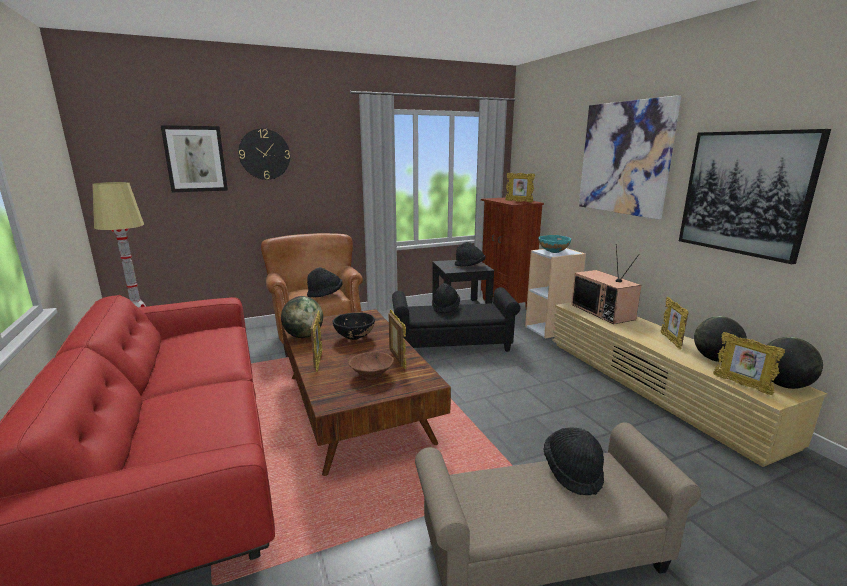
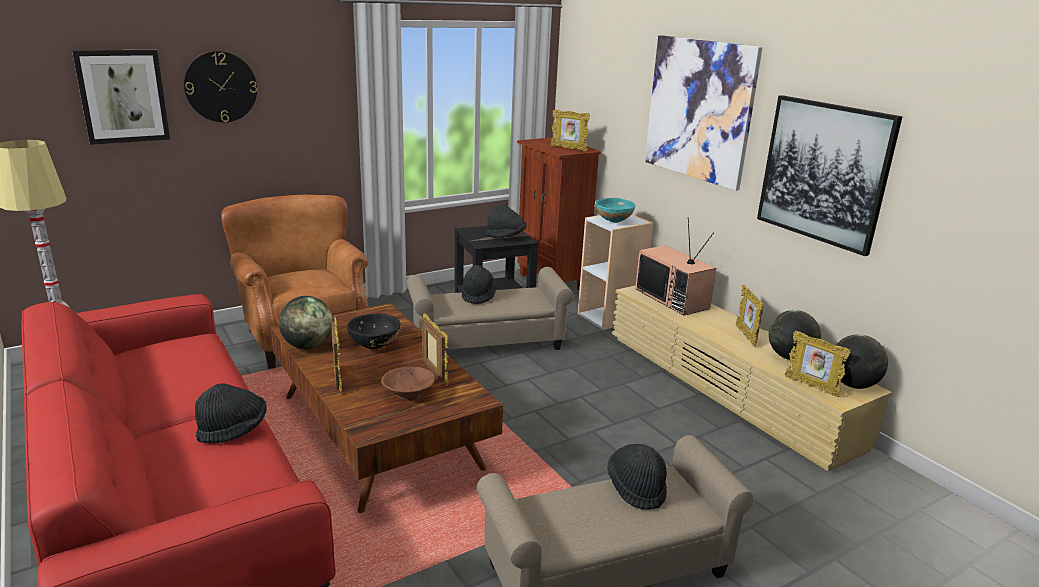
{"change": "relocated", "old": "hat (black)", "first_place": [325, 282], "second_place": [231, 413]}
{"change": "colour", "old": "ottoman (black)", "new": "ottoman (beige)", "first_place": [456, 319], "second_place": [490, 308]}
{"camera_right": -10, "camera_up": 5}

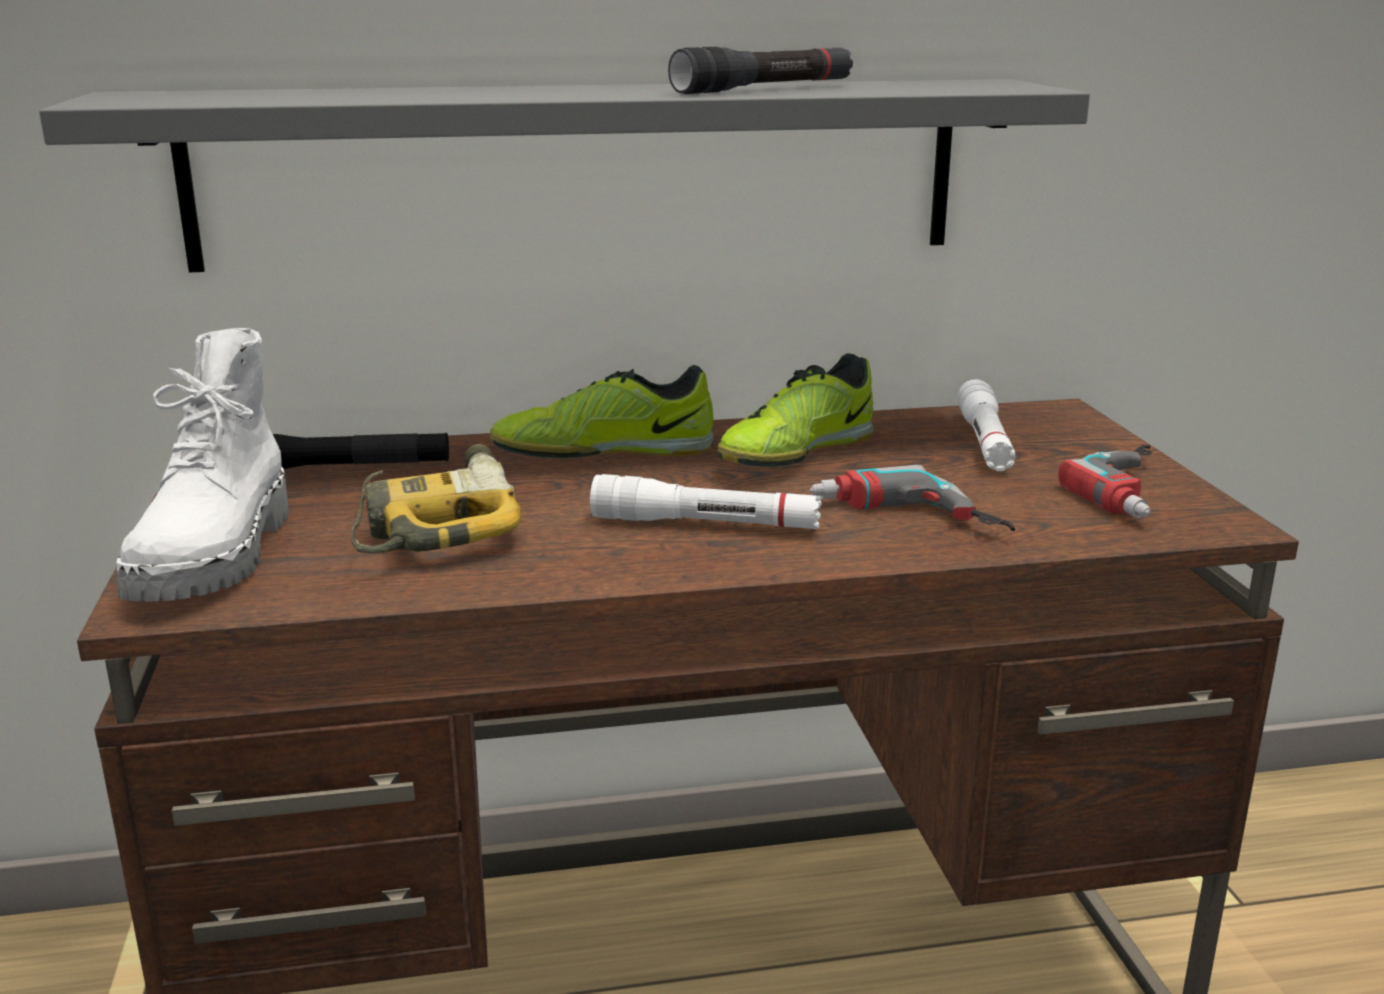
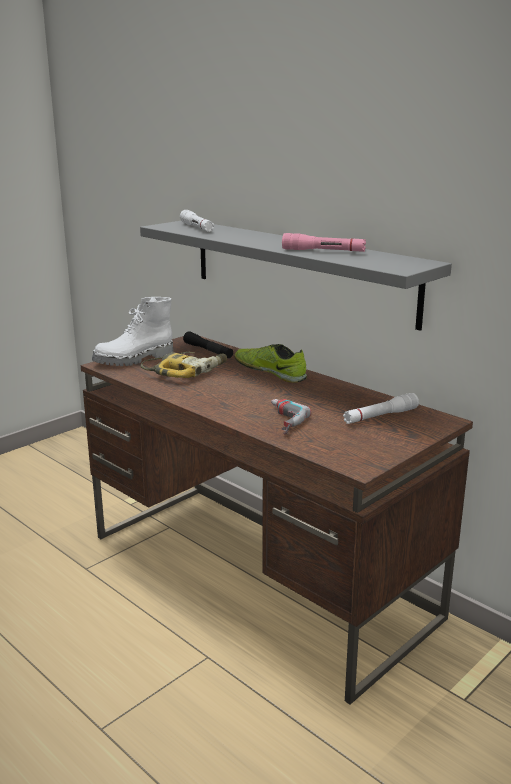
{"change": "missing", "old": "shoe", "first_place": [795, 410]}
{"change": "missing", "old": "power drill", "first_place": [1105, 481]}
{"change": "relocated", "old": "flashlight (white)", "first_place": [706, 501], "second_place": [197, 221]}
{"change": "colour", "old": "flashlight (black)", "new": "flashlight (pink)", "first_place": [760, 70], "second_place": [324, 242]}
{"camera_right": 55, "camera_up": 0}

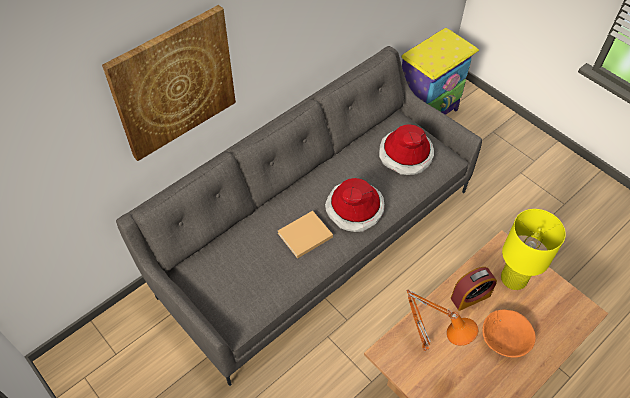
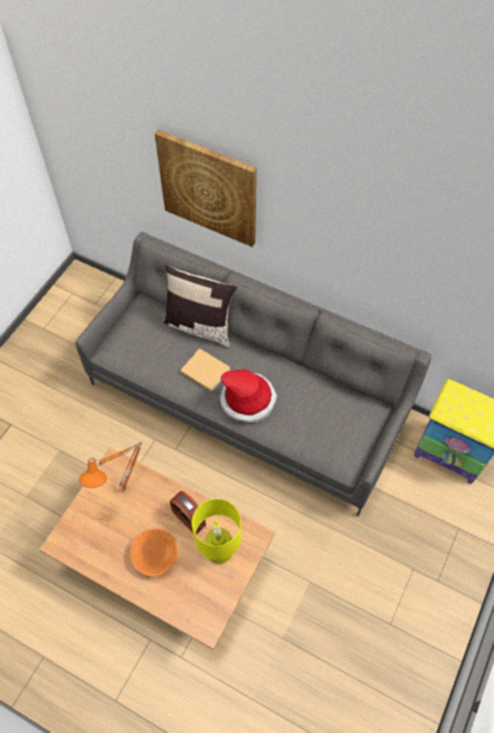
{"change": "missing", "old": "hat", "first_place": [406, 149]}
{"change": "appeared", "new": "pillow", "second_place": [200, 306]}
{"camera_right": 70, "camera_up": 5}

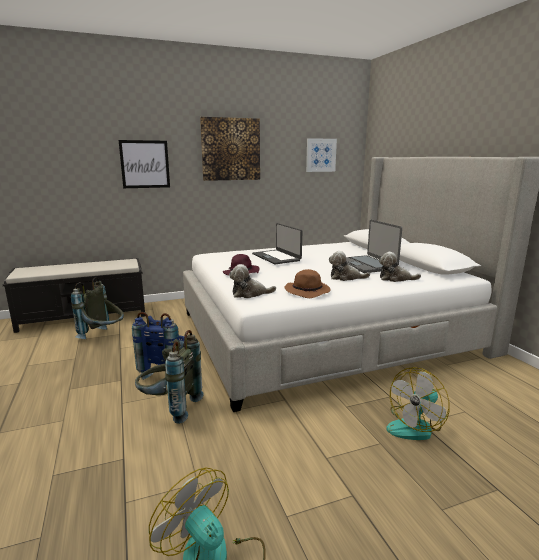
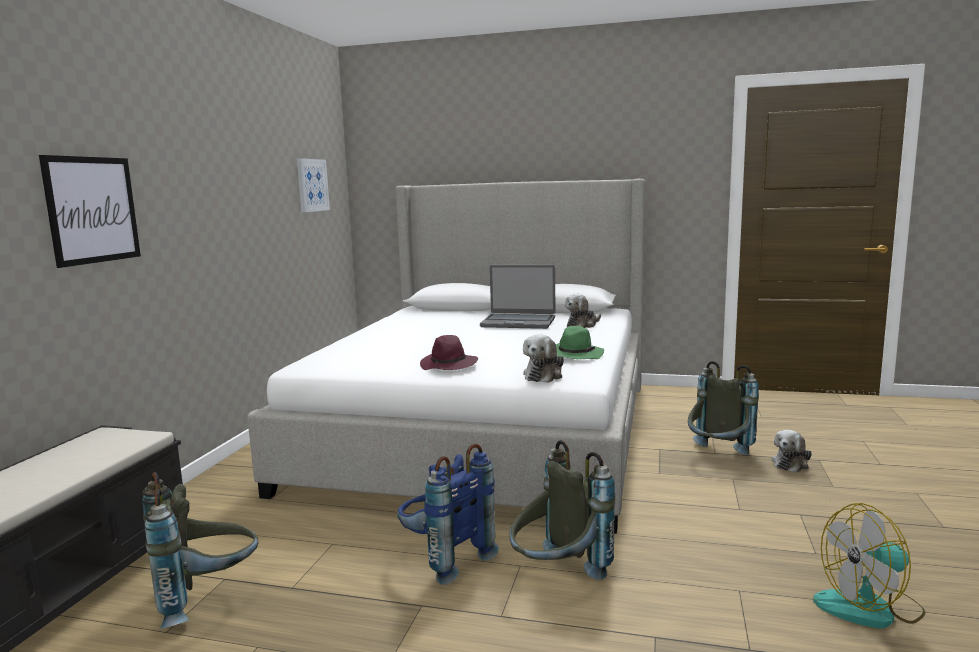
{"change": "missing", "old": "picture", "first_place": [230, 149]}
{"change": "missing", "old": "laptop", "first_place": [277, 243]}
{"change": "relocated", "old": "plush toy", "first_place": [349, 266], "second_place": [792, 451]}
{"change": "exchanged", "old": "fan", "new": "backpack (grey)", "first_place": [418, 403], "second_place": [723, 408]}
{"change": "colour", "old": "hat (brown)", "new": "hat (green)", "first_place": [307, 283], "second_place": [580, 342]}
{"camera_right": -55, "camera_up": -5}

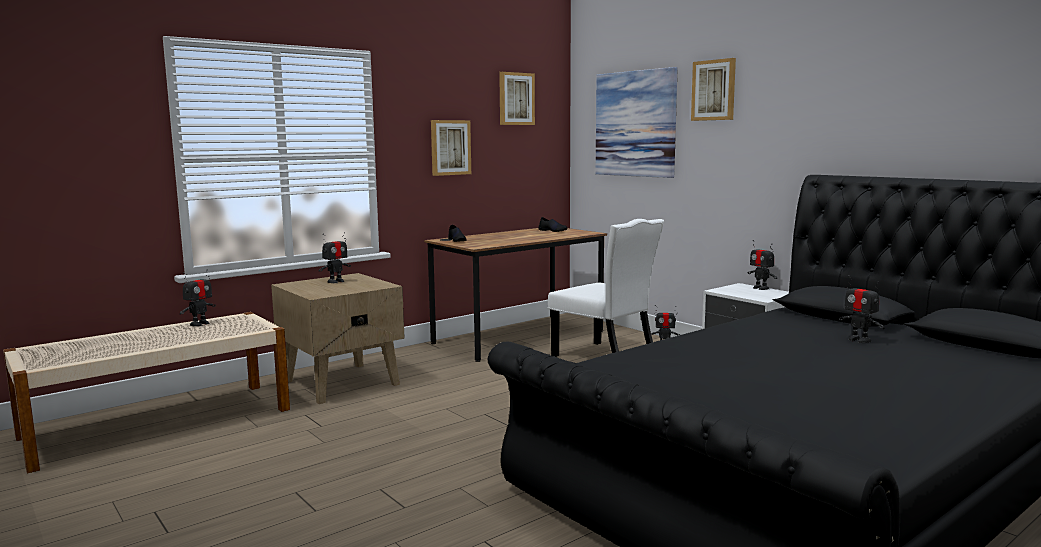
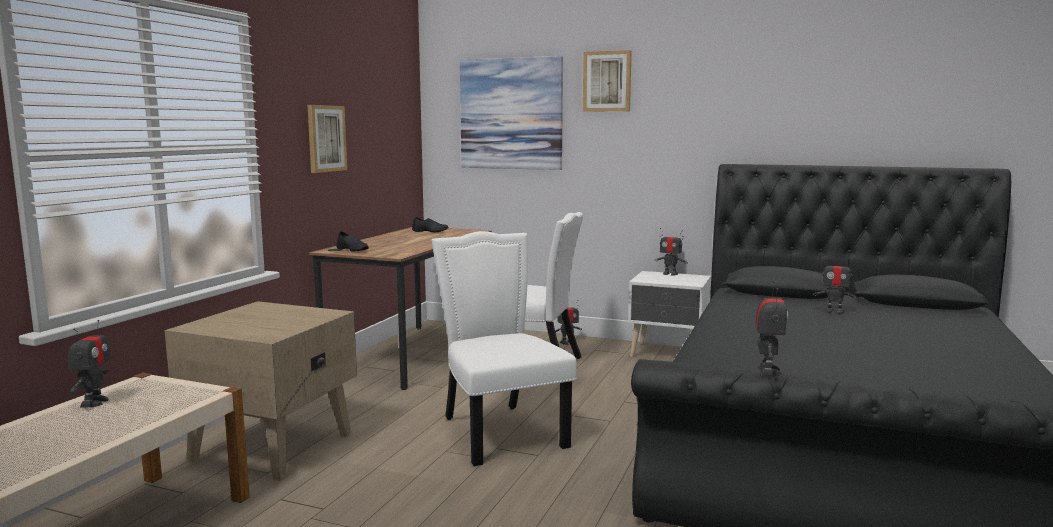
{"change": "missing", "old": "picture", "first_place": [517, 98]}
{"change": "appeared", "new": "chair (white)", "second_place": [504, 348]}
{"change": "relocated", "old": "toy robot", "first_place": [334, 258], "second_place": [771, 328]}
{"camera_right": -30, "camera_up": 0}

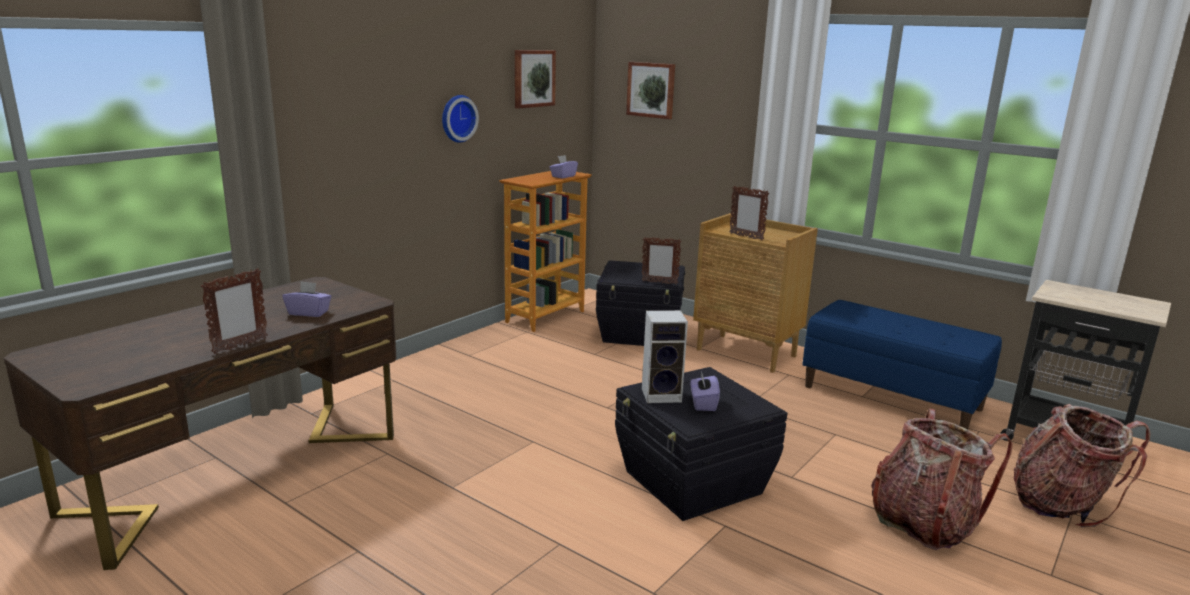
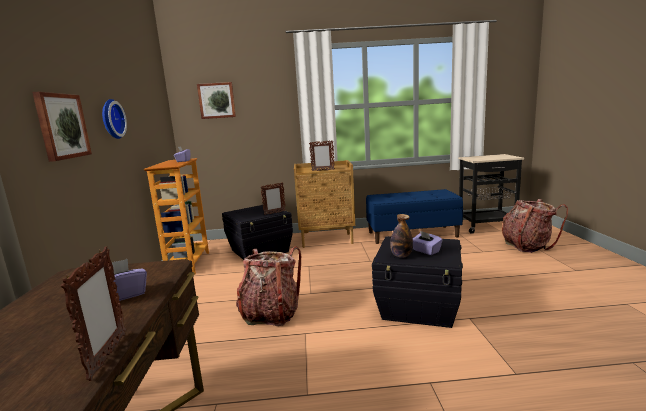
{"change": "relocated", "old": "picture", "first_place": [535, 79], "second_place": [62, 127]}
{"change": "relocated", "old": "backpack", "first_place": [942, 479], "second_place": [268, 286]}
{"change": "exchanged", "old": "speaker", "new": "bottle", "first_place": [665, 356], "second_place": [401, 236]}
{"camera_right": -40, "camera_up": -5}

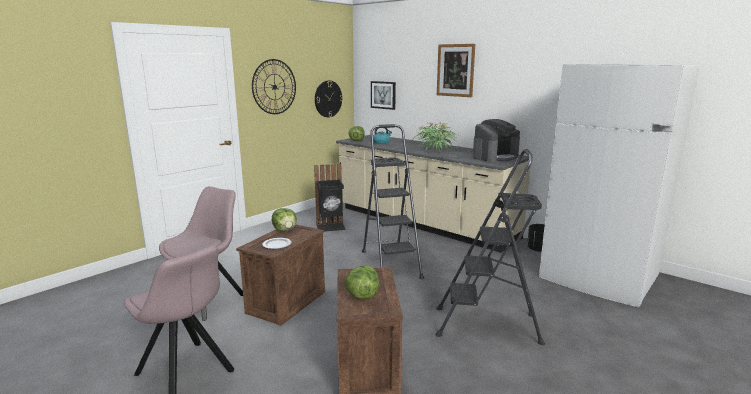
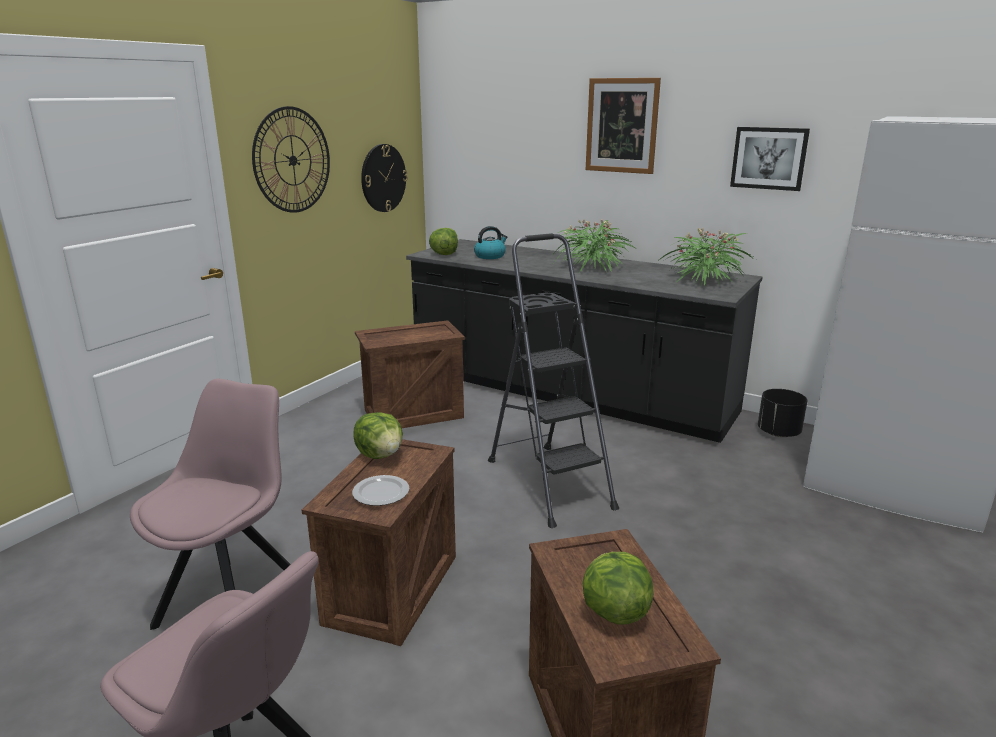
{"change": "missing", "old": "step ladder", "first_place": [490, 247]}
{"change": "relocated", "old": "picture", "first_place": [383, 95], "second_place": [770, 159]}
{"change": "exchanged", "old": "trash can (black)", "new": "crate", "first_place": [330, 198], "second_place": [410, 374]}
{"change": "exchanged", "old": "coffee machine", "new": "potted plant", "first_place": [496, 140], "second_place": [706, 257]}
{"change": "colour", "old": "counter (beige)", "new": "counter (black)", "first_place": [433, 194], "second_place": [584, 341]}
{"camera_right": -10, "camera_up": 5}

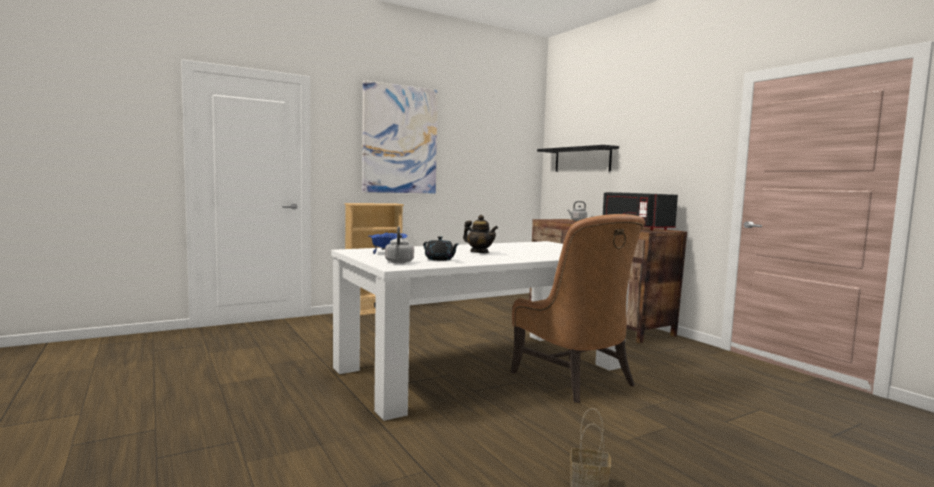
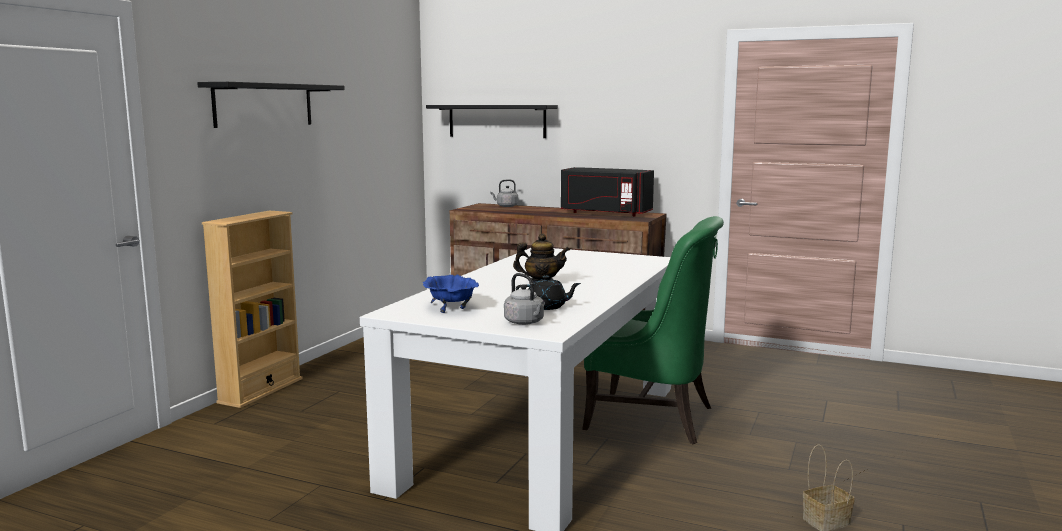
{"change": "exchanged", "old": "picture", "new": "shelf (black)", "first_place": [400, 136], "second_place": [271, 105]}
{"change": "colour", "old": "chair (brown)", "new": "chair (green)", "first_place": [577, 308], "second_place": [653, 330]}
{"camera_right": -35, "camera_up": 5}

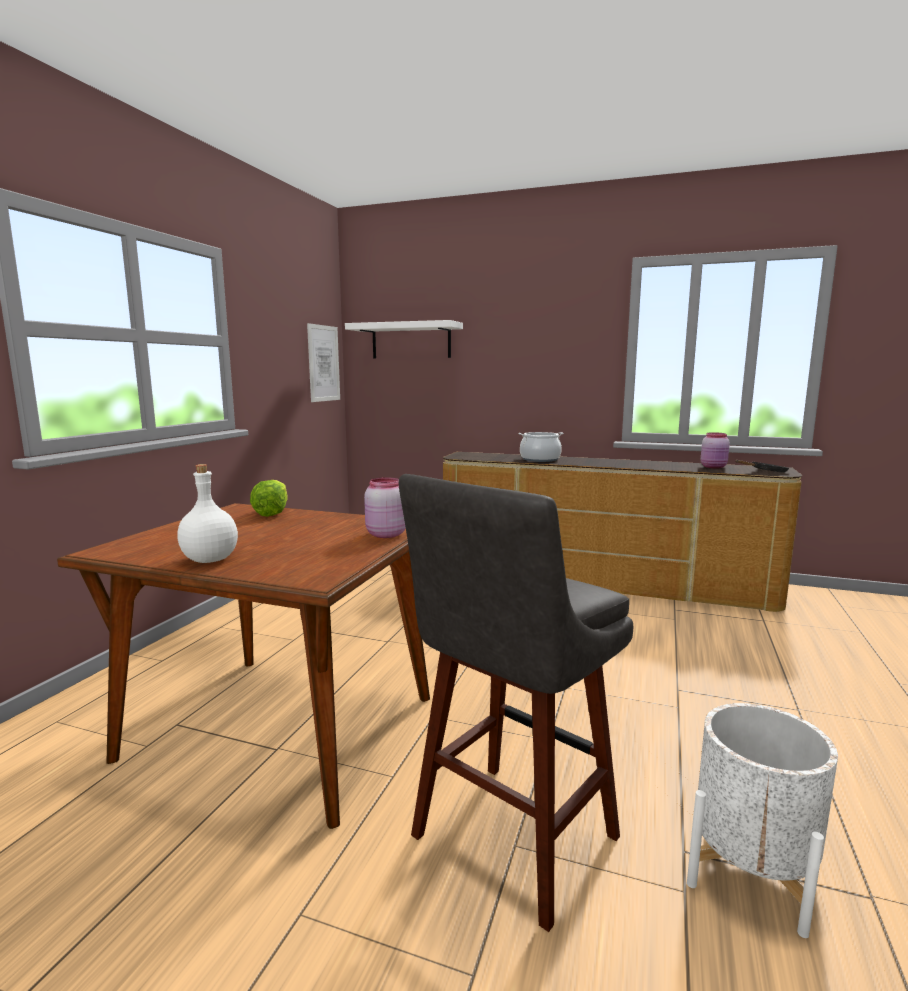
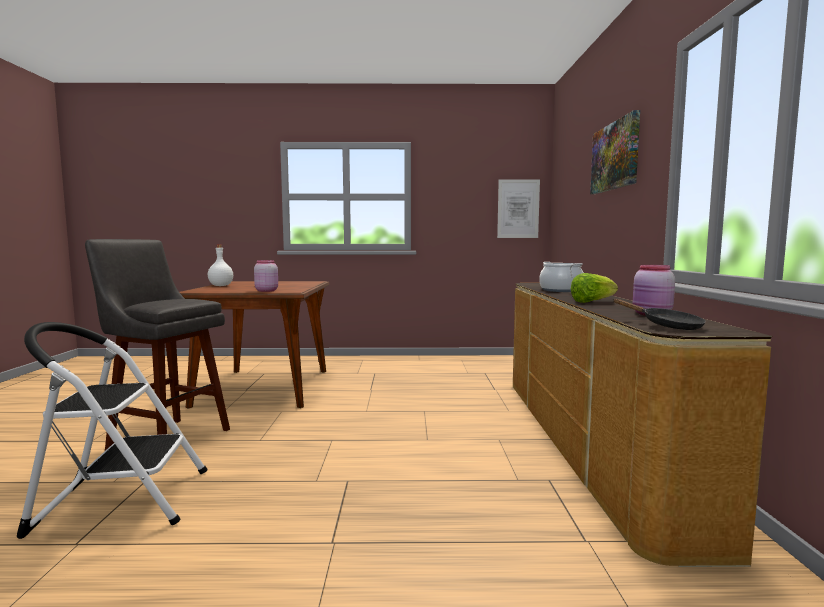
{"change": "missing", "old": "shelf (white)", "first_place": [404, 339]}
{"change": "appeared", "new": "picture", "second_place": [615, 152]}
{"change": "relocated", "old": "lettuce", "first_place": [268, 498], "second_place": [594, 288]}
{"change": "exchanged", "old": "planter (white)", "new": "step ladder", "first_place": [762, 820], "second_place": [112, 430]}
{"camera_right": 70, "camera_up": -5}

